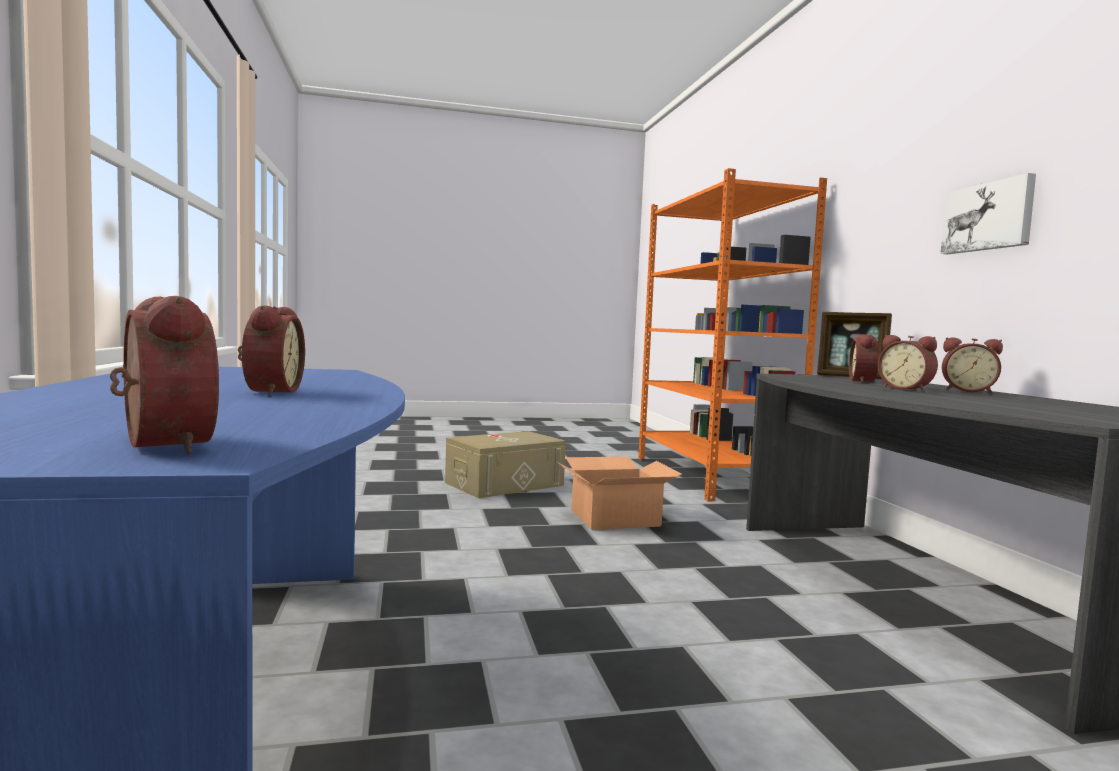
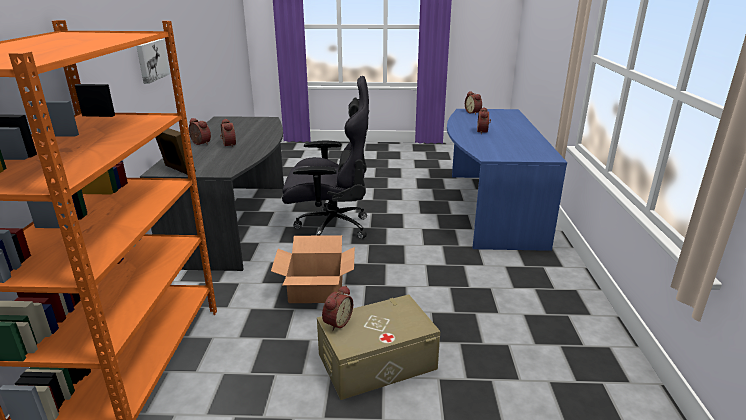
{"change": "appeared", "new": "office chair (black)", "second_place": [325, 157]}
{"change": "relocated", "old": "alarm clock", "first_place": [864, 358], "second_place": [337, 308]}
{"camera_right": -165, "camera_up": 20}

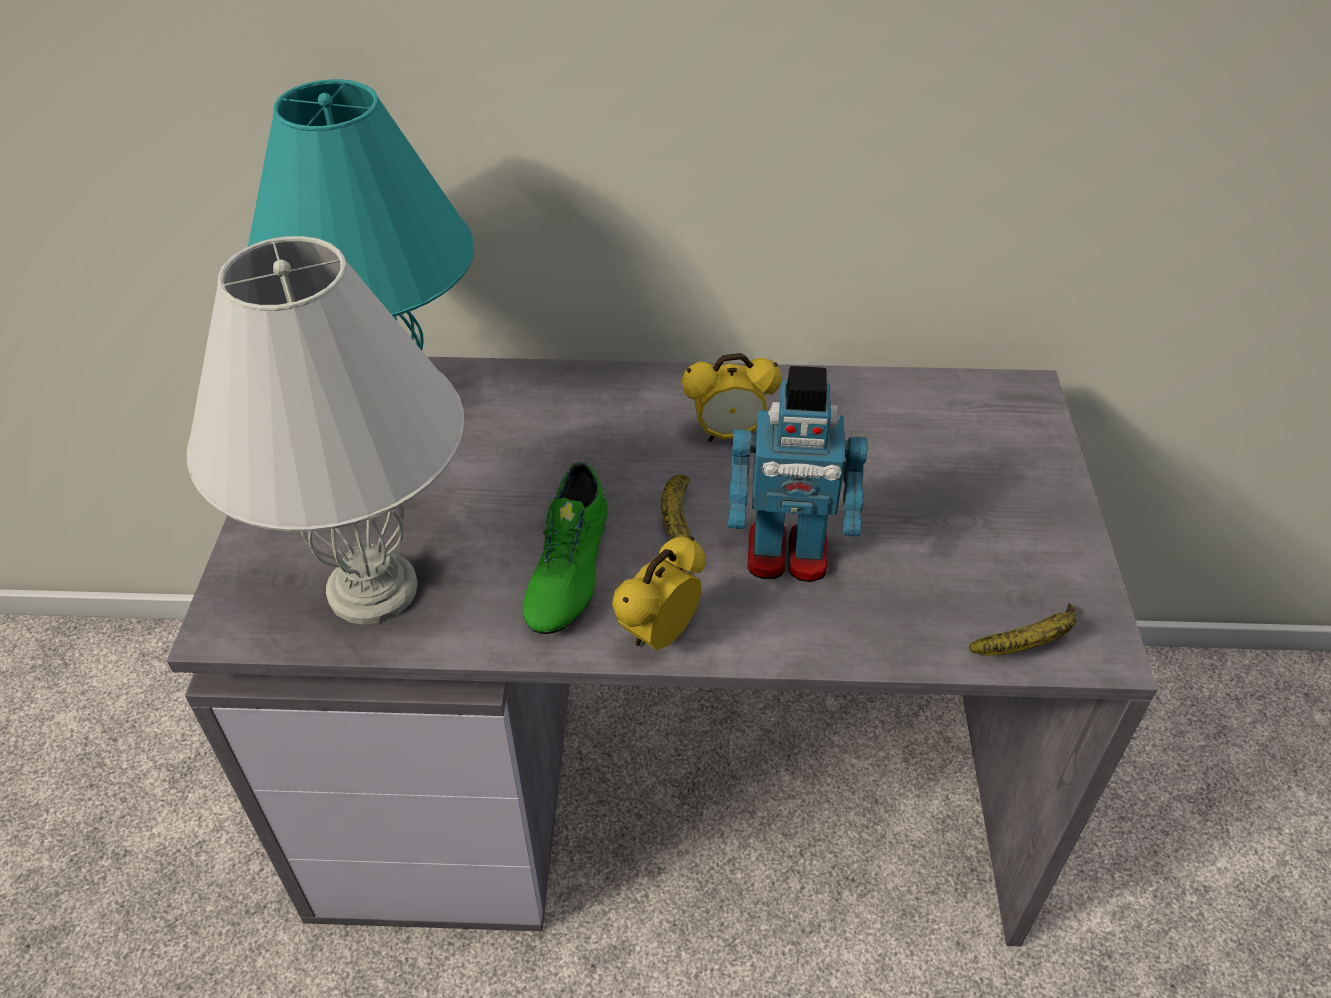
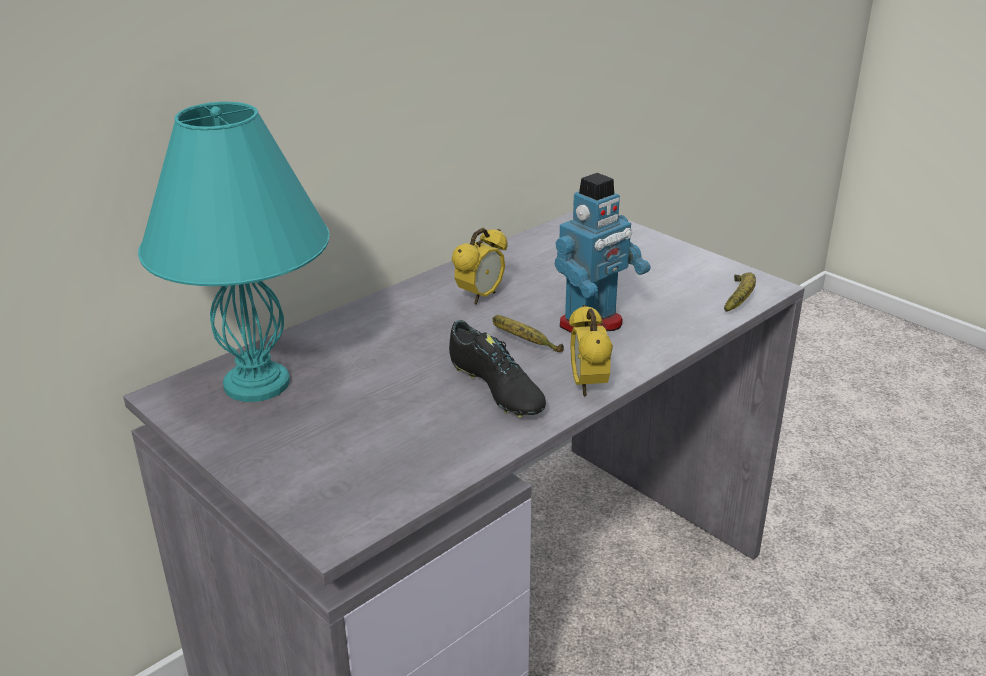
{"change": "missing", "old": "table lamp (white)", "first_place": [325, 430]}
{"change": "colour", "old": "shoe (green)", "new": "shoe (black)", "first_place": [565, 548], "second_place": [497, 369]}
{"camera_right": -45, "camera_up": -15}

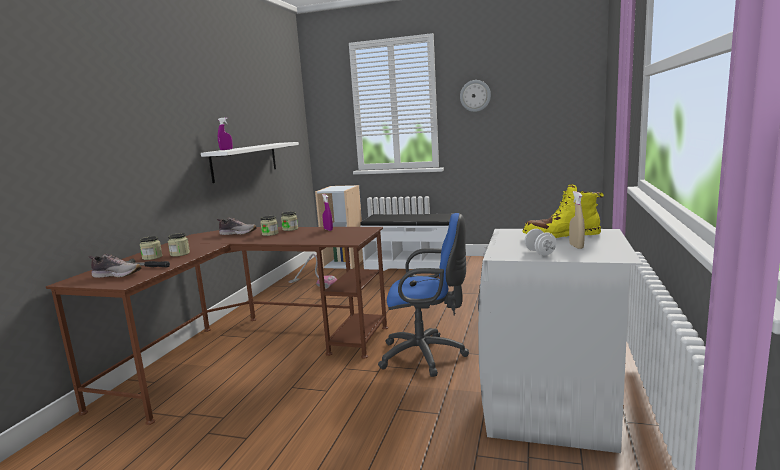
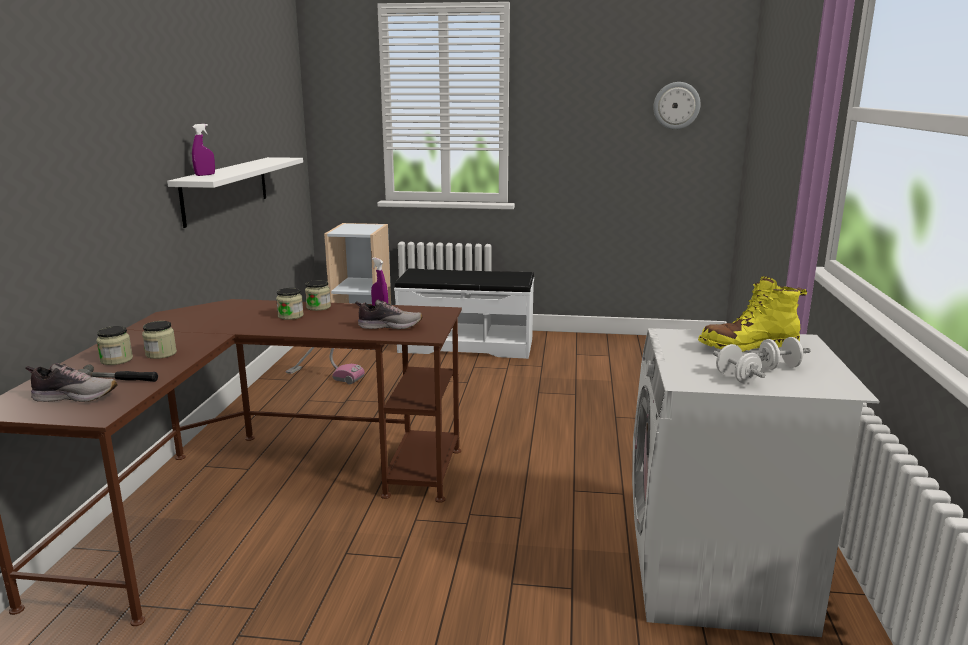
{"change": "missing", "old": "office chair (blue)", "first_place": [423, 295]}
{"change": "relocated", "old": "shoe", "first_place": [237, 226], "second_place": [388, 314]}
{"change": "relocated", "old": "wall clock", "first_place": [475, 96], "second_place": [676, 106]}
{"change": "exchanged", "old": "spray bottle (beige)", "new": "dumbbell (white)", "first_place": [577, 220], "second_place": [783, 353]}
{"camera_right": -10, "camera_up": 5}

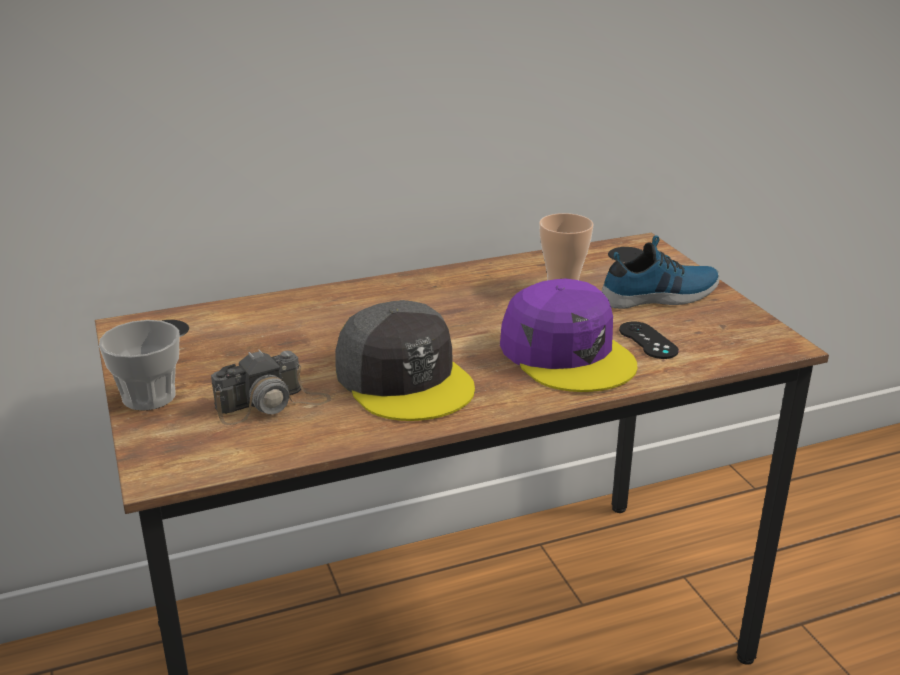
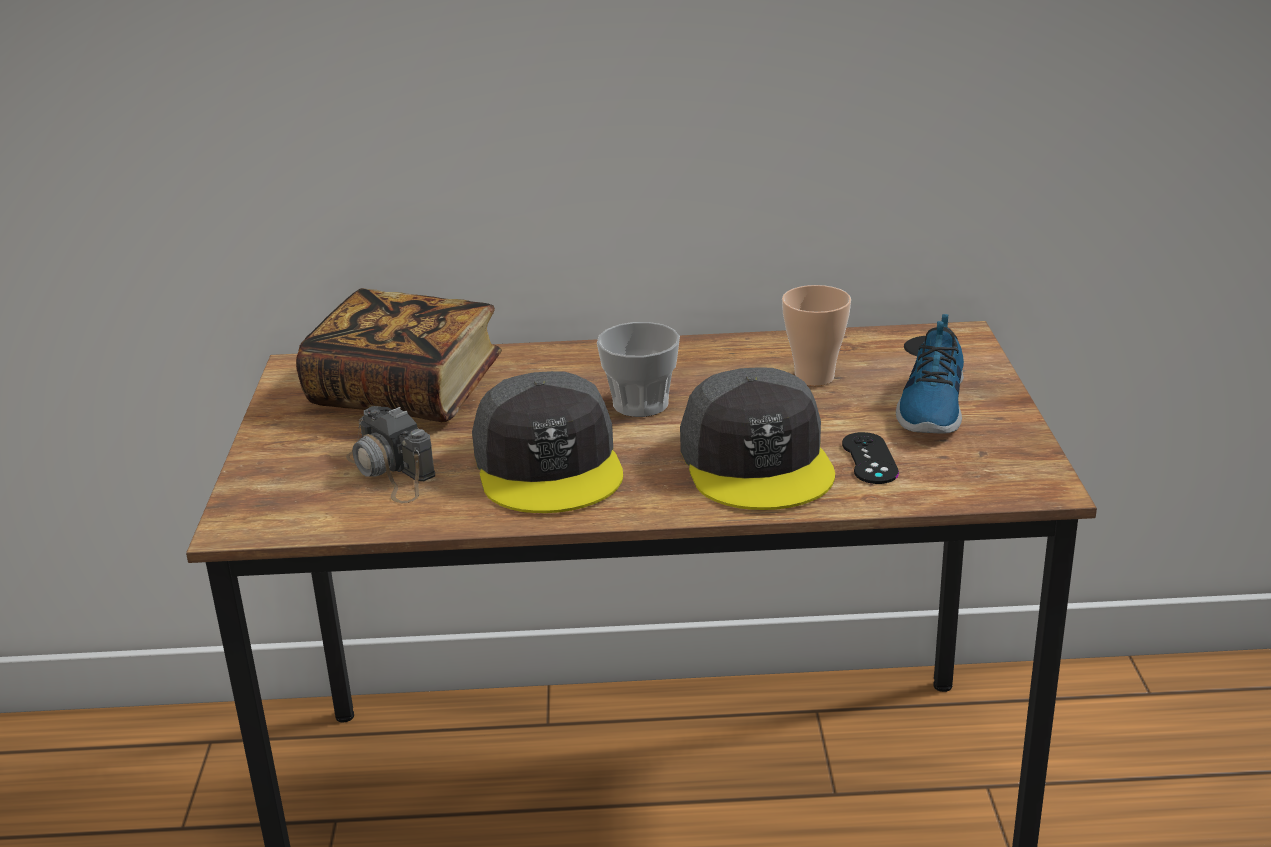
{"change": "appeared", "new": "book", "second_place": [399, 355]}
{"change": "relocated", "old": "cup", "first_place": [139, 365], "second_place": [638, 369]}
{"change": "colour", "old": "cap (purple)", "new": "cap (grey)", "first_place": [568, 335], "second_place": [757, 438]}
{"change": "spun", "old": "photo camera", "first_place": [271, 387], "second_place": [390, 454], "degrees": 60}
{"change": "spun", "old": "shoe", "first_place": [660, 272], "second_place": [930, 374], "degrees": 105}
{"camera_right": 20, "camera_up": 0}

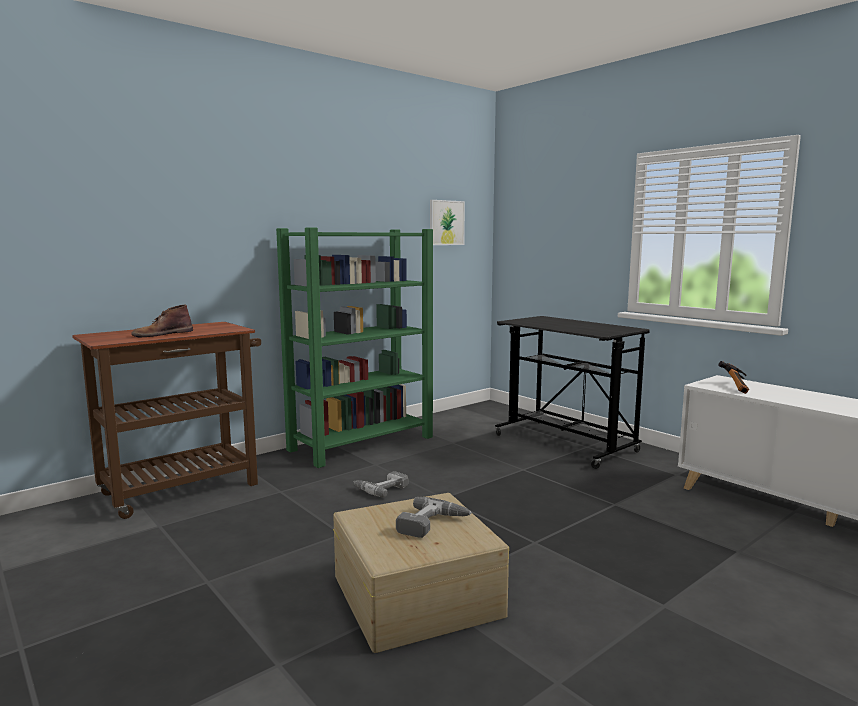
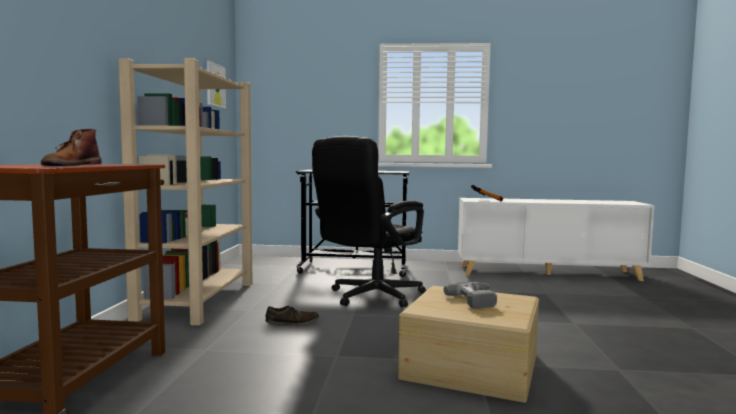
{"change": "appeared", "new": "office chair (black)", "second_place": [369, 222]}
{"change": "exchanged", "old": "power drill", "new": "shoe (brown)", "first_place": [380, 484], "second_place": [292, 315]}
{"change": "colour", "old": "bookcase (green)", "new": "bookcase (beige)", "first_place": [354, 347], "second_place": [185, 192]}
{"camera_right": -45, "camera_up": -5}

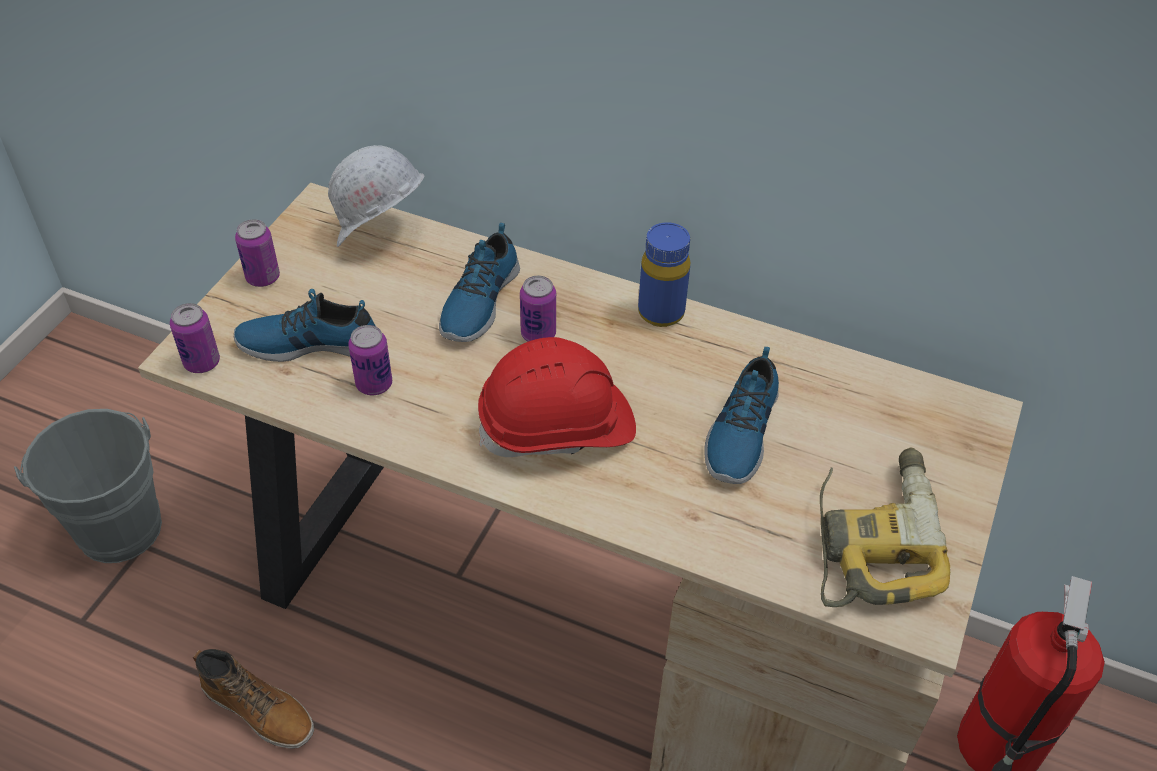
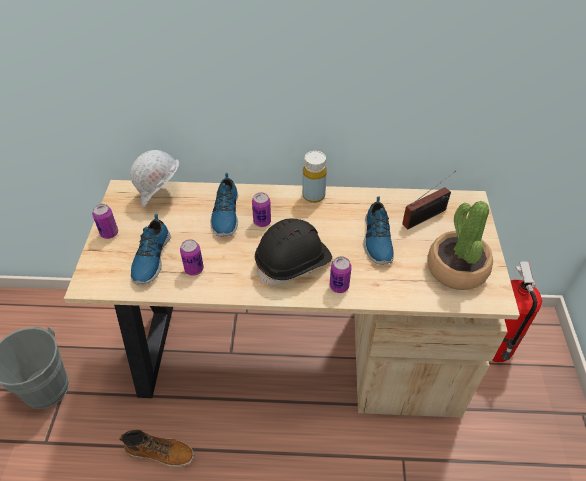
{"change": "appeared", "new": "radio", "second_place": [429, 200]}
{"change": "relocated", "old": "can", "first_place": [195, 338], "second_place": [341, 274]}
{"change": "exchanged", "old": "power drill", "new": "potted plant", "first_place": [885, 527], "second_place": [460, 245]}
{"change": "colour", "old": "hard hat (red)", "new": "hard hat (black)", "first_place": [557, 397], "second_place": [293, 252]}
{"change": "colour", "old": "bottle (blue)", "new": "bottle (yellow)", "first_place": [664, 274], "second_place": [314, 177]}
{"change": "spun", "old": "shoe", "first_place": [305, 325], "second_place": [151, 249], "degrees": -60}
{"camera_right": -20, "camera_up": 0}

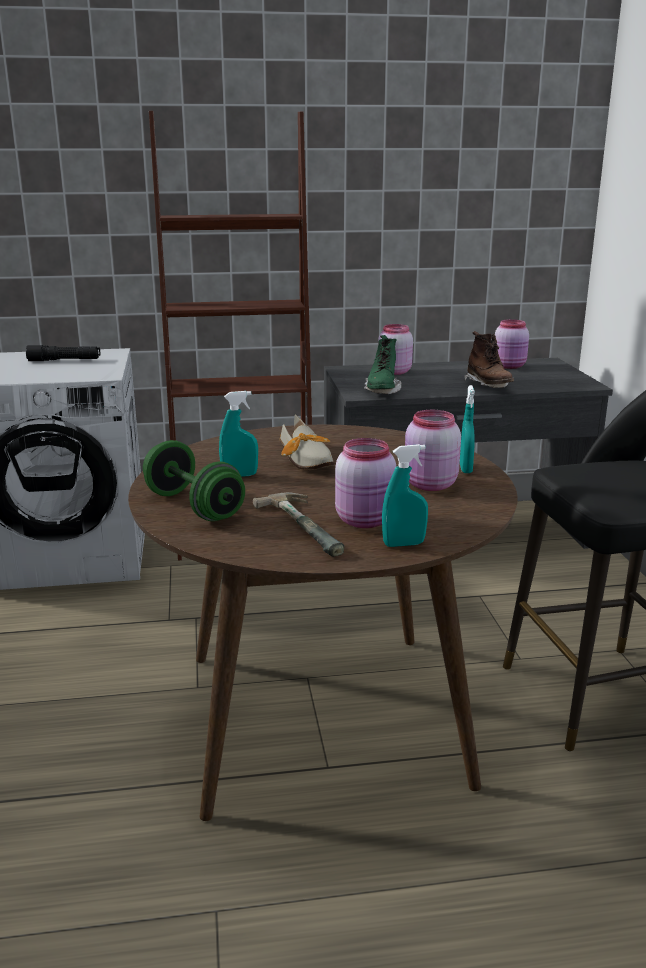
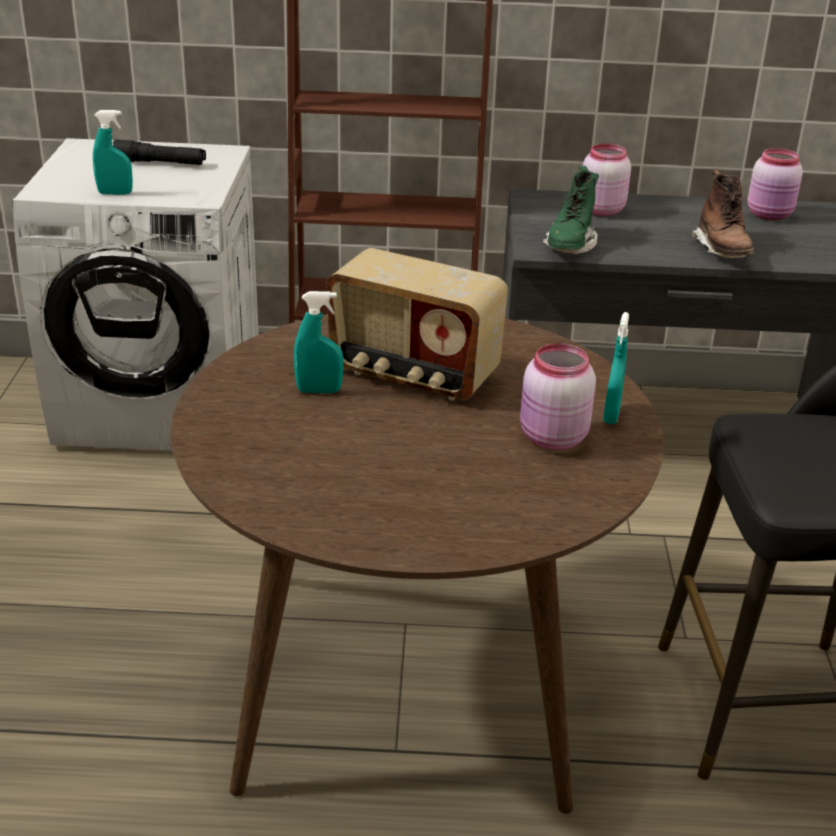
{"change": "missing", "old": "dumbbell (green)", "first_place": [194, 480]}
{"change": "missing", "old": "hammer", "first_place": [298, 524]}
{"change": "missing", "old": "jar (pink)", "first_place": [365, 483]}
{"change": "relocated", "old": "spray bottle (turquoise)", "first_place": [405, 495], "second_place": [113, 152]}
{"change": "exchanged", "old": "shoe", "new": "radio", "first_place": [307, 442], "second_place": [417, 324]}
{"camera_right": 10, "camera_up": 10}

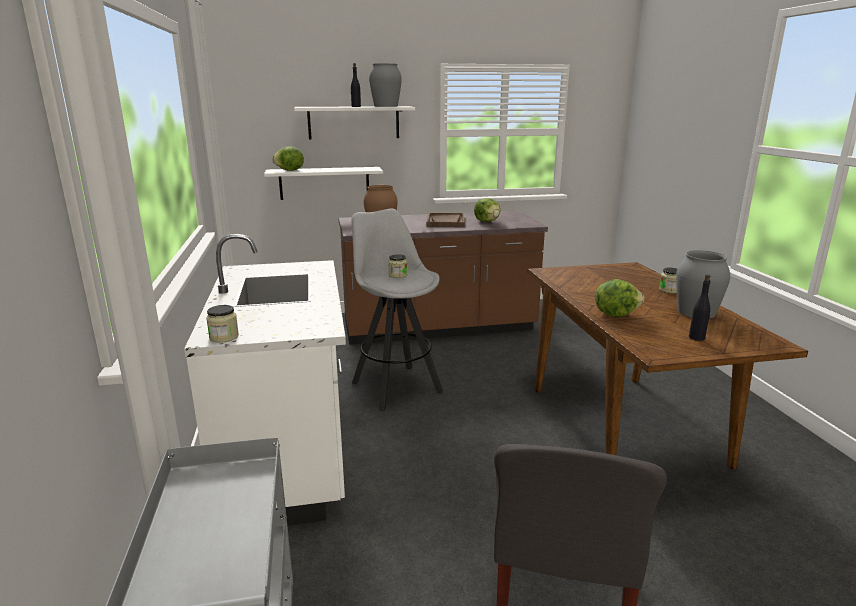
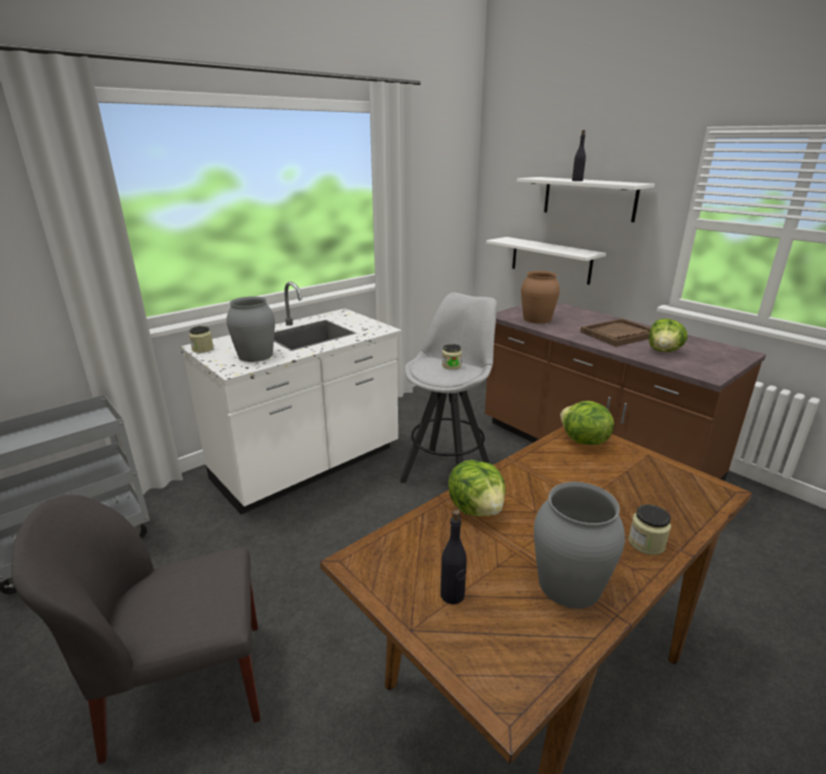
{"change": "relocated", "old": "lettuce", "first_place": [288, 158], "second_place": [587, 423]}
{"change": "relocated", "old": "vase (grey)", "first_place": [385, 85], "second_place": [250, 329]}
{"camera_right": 60, "camera_up": 5}

